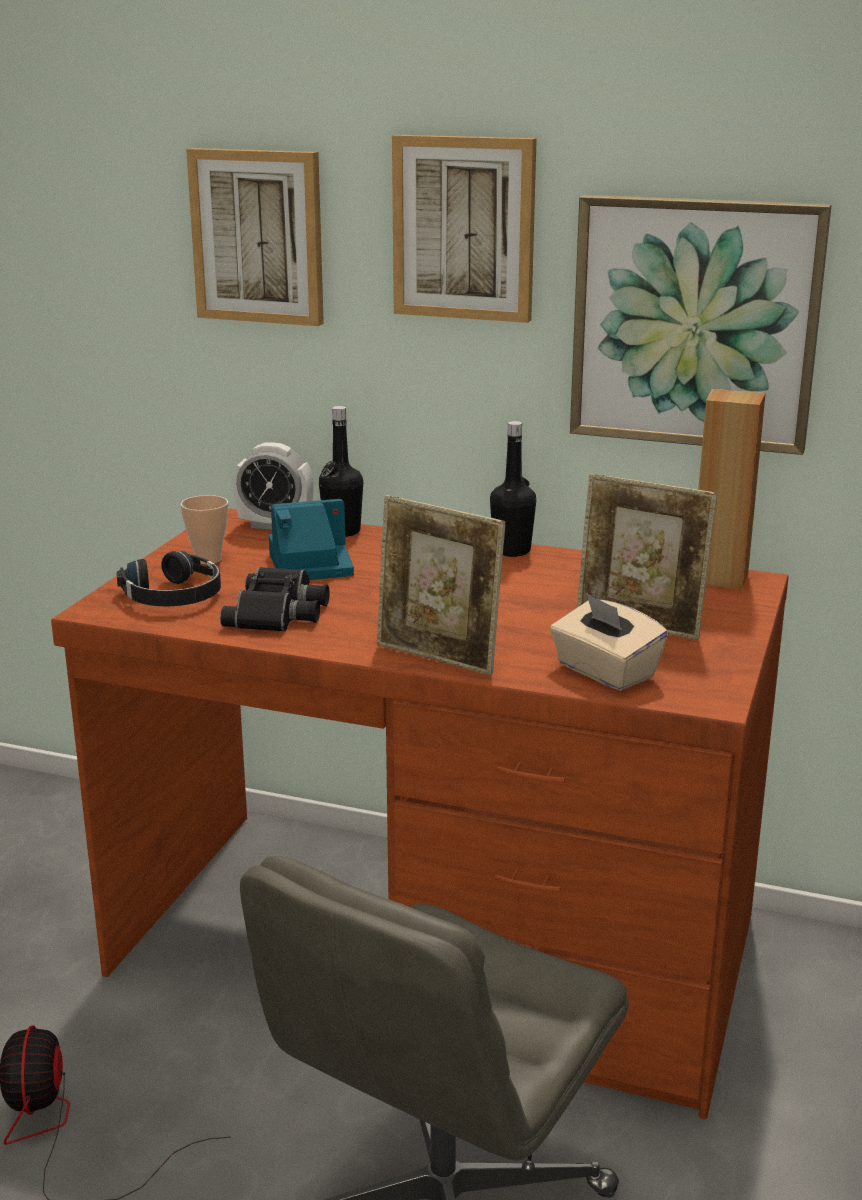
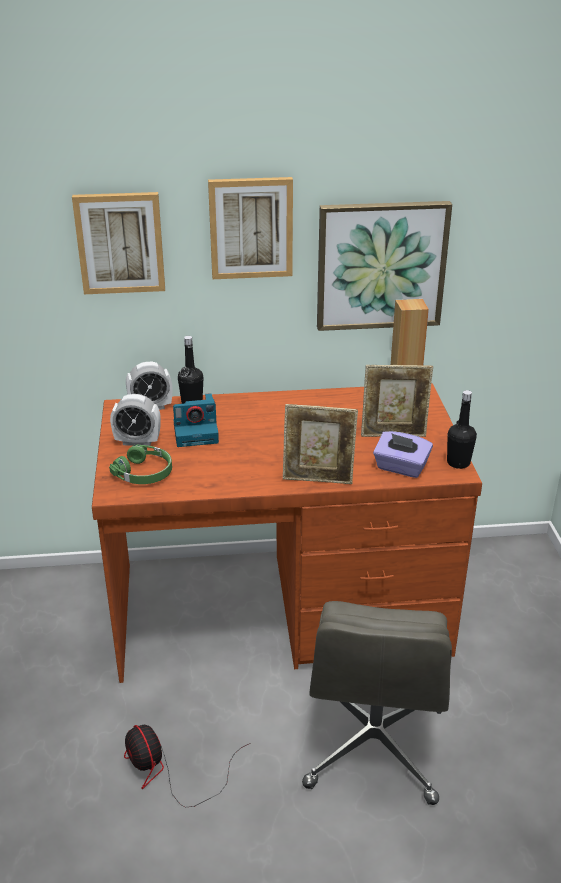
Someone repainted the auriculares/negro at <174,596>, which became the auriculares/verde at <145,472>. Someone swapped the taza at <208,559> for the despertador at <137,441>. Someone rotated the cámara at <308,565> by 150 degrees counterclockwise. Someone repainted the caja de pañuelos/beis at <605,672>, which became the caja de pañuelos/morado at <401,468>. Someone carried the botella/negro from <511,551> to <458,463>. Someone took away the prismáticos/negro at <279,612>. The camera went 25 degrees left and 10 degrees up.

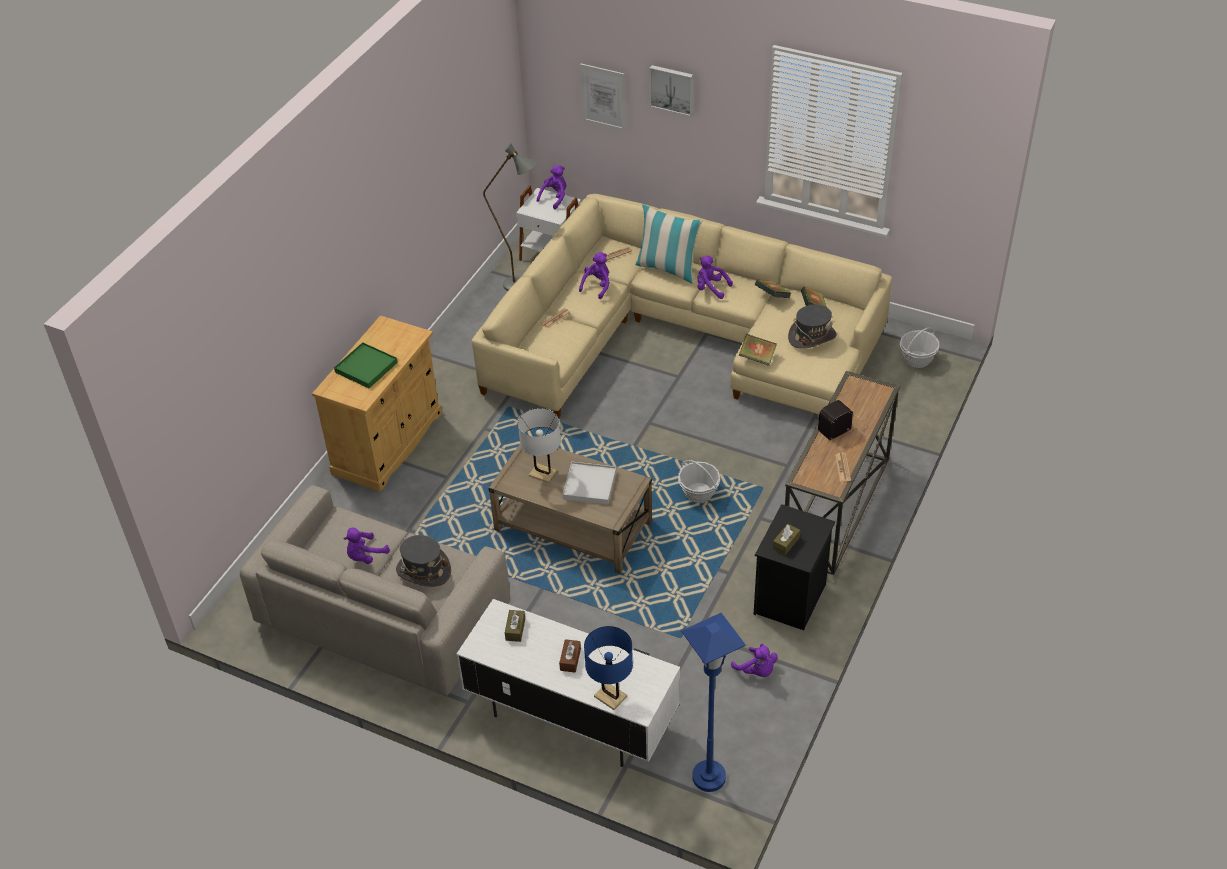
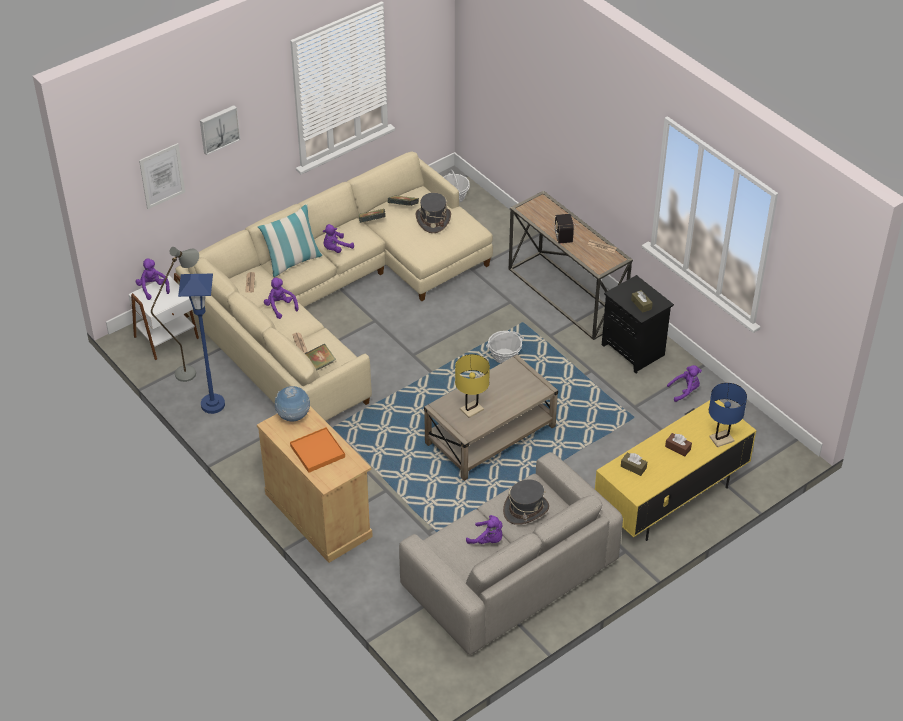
Someone carried the lámpara de pie/azul from <709,777> to <213,405>. Someone put down the globo terráqueo at <293,417>. Someone repainted the bandeja/verde at <366,367>, which became the bandeja/naranja at <317,451>. Someone carried the libro from <757,357> to <319,364>. Someone repainted the lámpara de mesa/blanco at <542,473>, which became the lámpara de mesa/amarillo at <471,409>. Someone rotated the peluche/morado at <365,556> by 45 degrees counterclockwise. Someone repainted the mueble de televisión/blanco at <570,716>, which became the mueble de televisión/amarillo at <670,499>. Someone took away the bandeja/blanco at <589,485>. The camera went 65 degrees left and 0 degrees up.

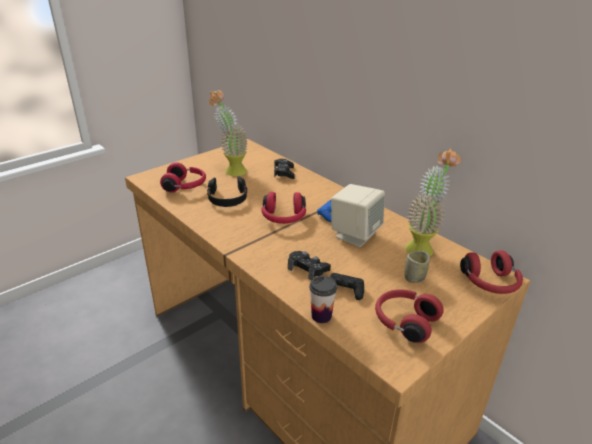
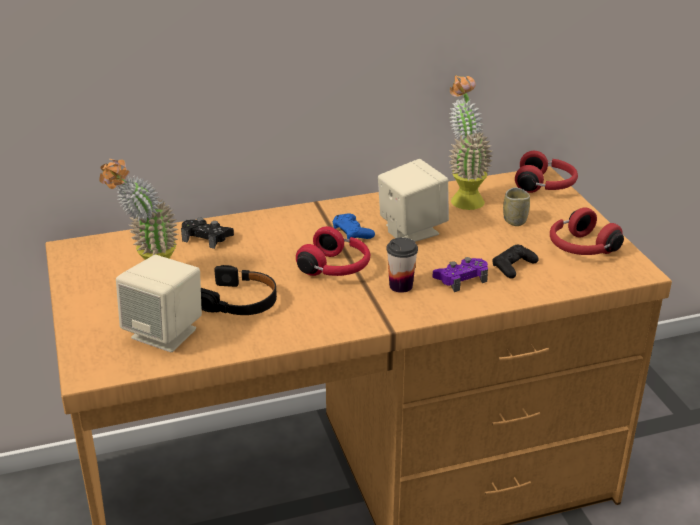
Someone swapped the auriculares/rojo at <185,186> for the altavoz/beis at <165,333>. Someone carried the taza from <321,316> to <401,286>. Someone repainted the mando de consola/negro at <308,269>, which became the mando de consola/morado at <461,279>. The camera went 65 degrees left and 0 degrees up.

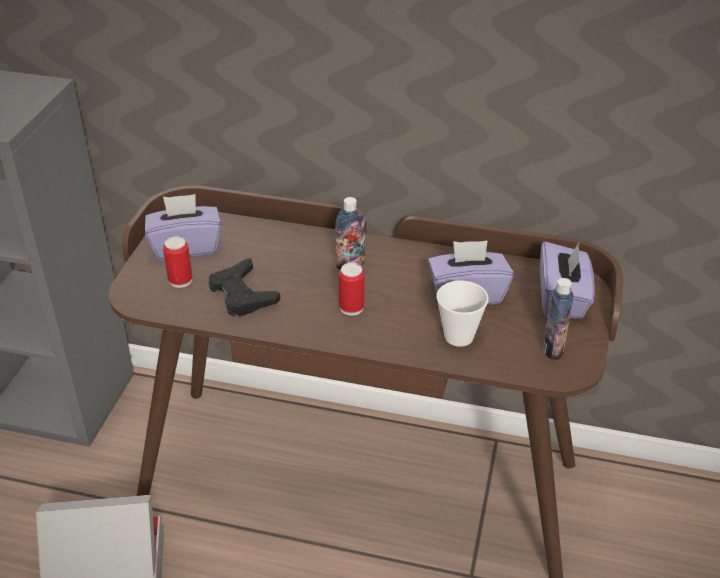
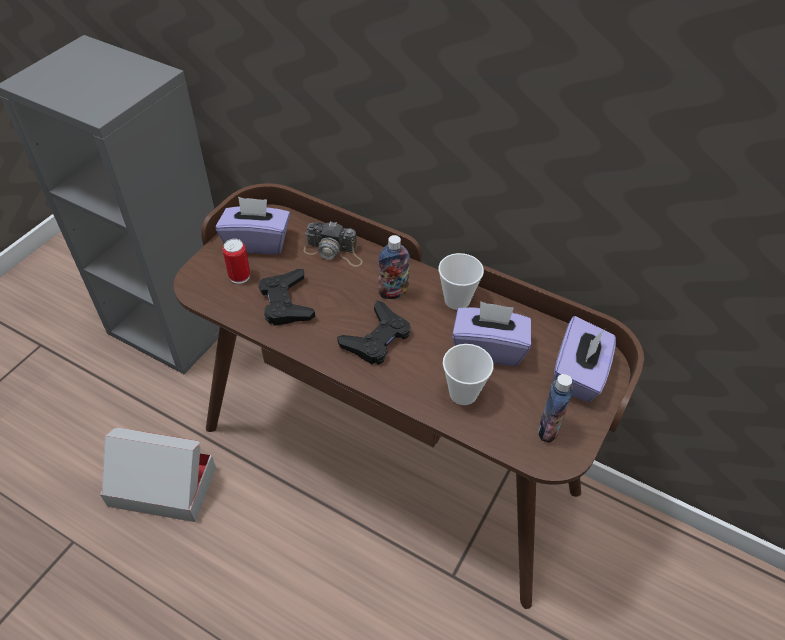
Someone put down the cámara at <334,252>. Someone swapped the lata at <351,307> for the mando de consola/negro at <376,338>. Someone put down the taza at <457,300>. The camera went 15 degrees right and 10 degrees up.

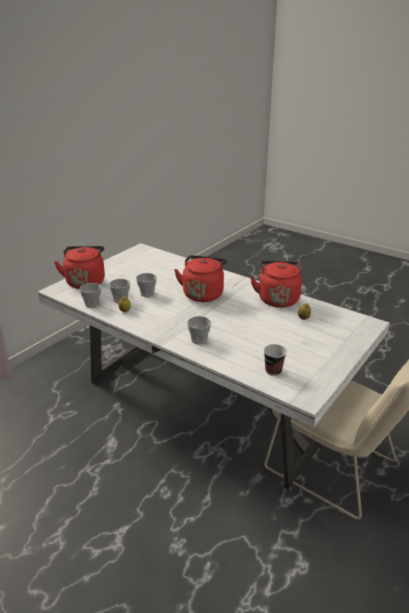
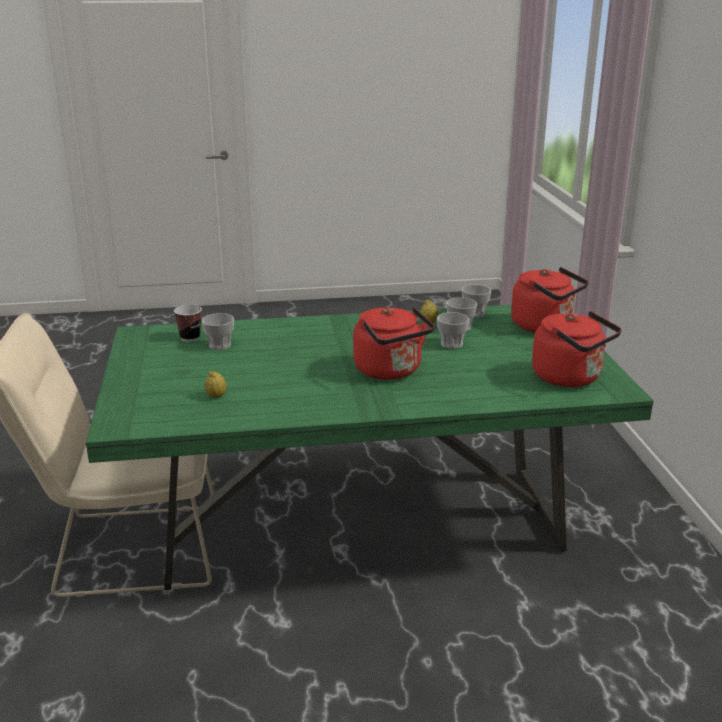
Someone repainted the mesa de comedor/blanco at <203,405>, which became the mesa de comedor/verde at <362,526>. Someone carried the taza from <199,340> to <219,345>. Someone carried the hervidor/rojo from <277,298> to <570,378>. The camera went 135 degrees right and 5 degrees down.

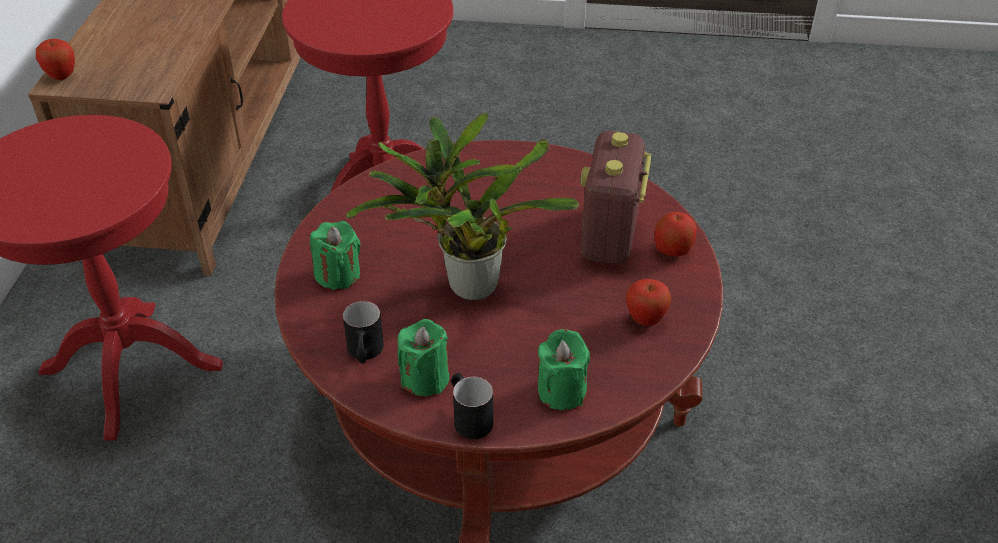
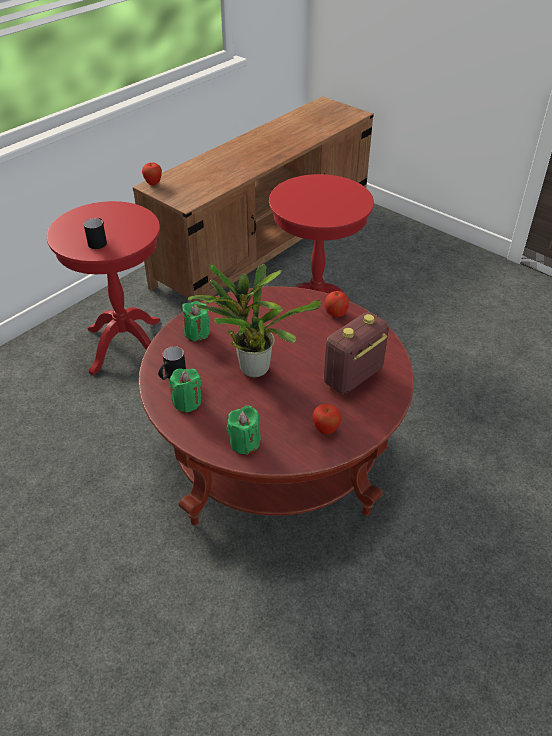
Someone carried the taza grande/negro from <469,416> to <99,241>. Someone carried the manzana from <672,250> to <336,313>. The camera went 35 degrees right and 0 degrees up.

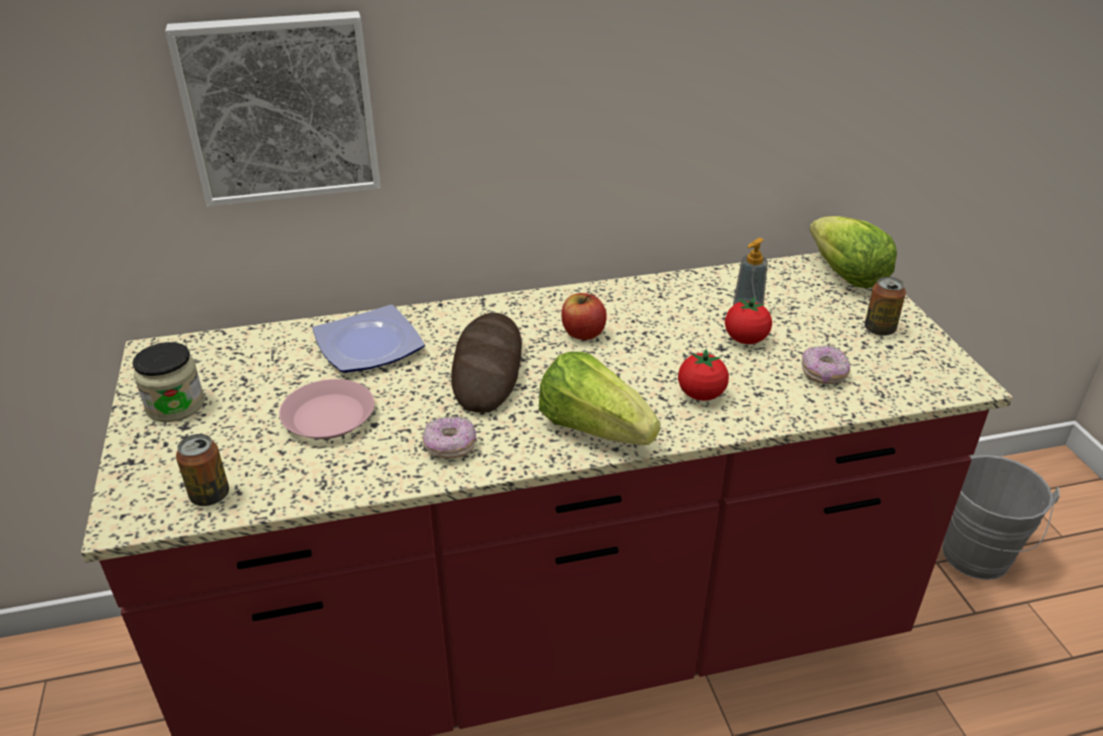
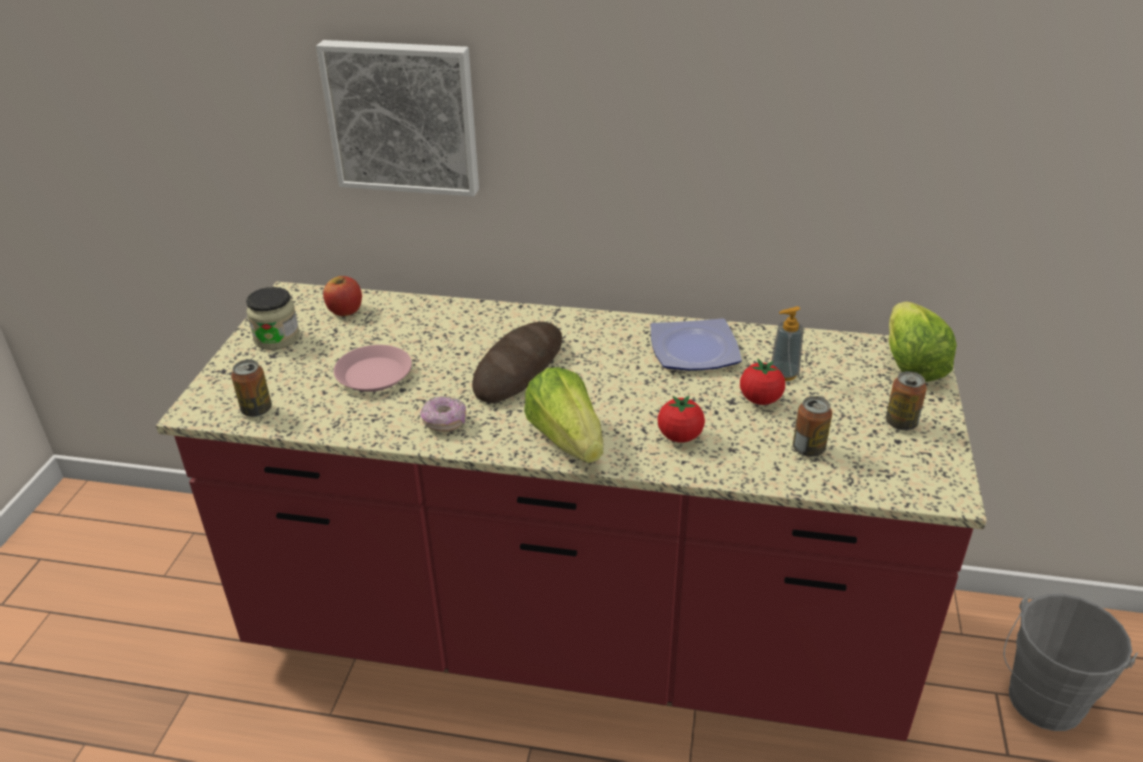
Someone carried the manzana from <583,333> to <345,310>. Someone carried the plato from <367,345> to <692,349>. Someone swapped the rosquilla at <823,374> for the lata at <808,449>. The camera went 25 degrees right and 0 degrees up.

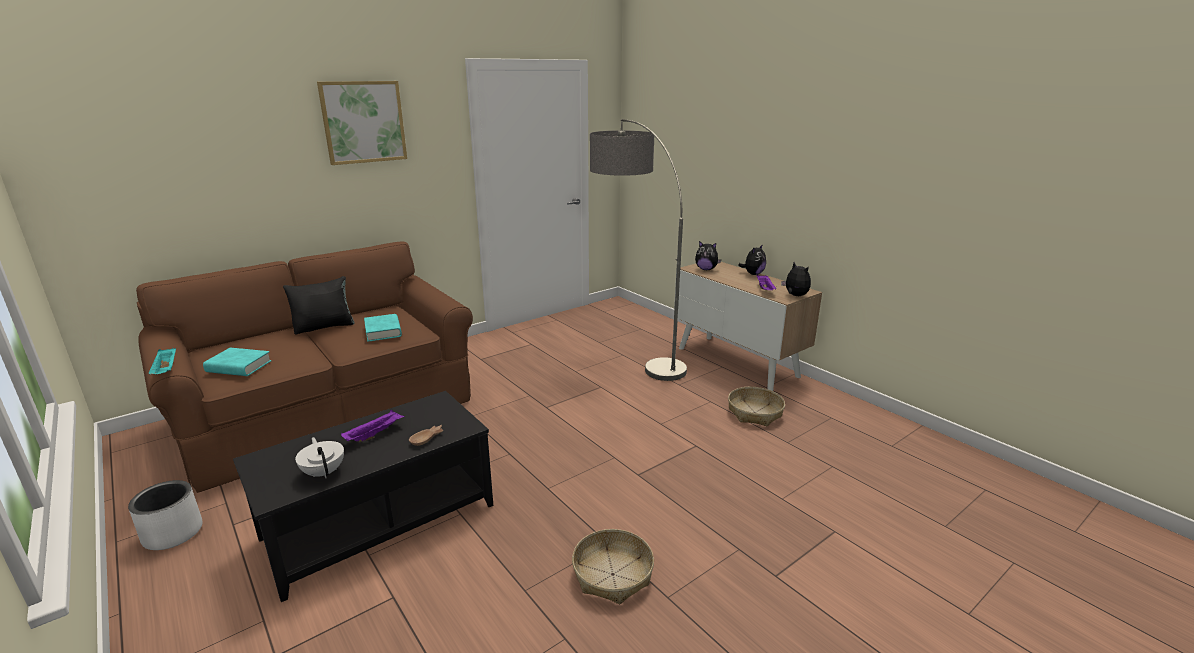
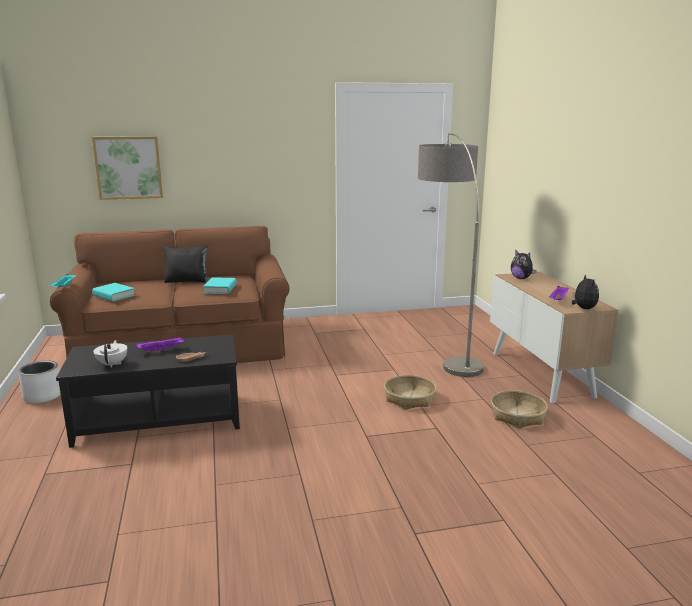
Someone carried the cuadro from <363,122> to <128,167>. Someone carried the cesta from <613,574> to <409,399>. Someone took away the peluche at <753,274>. The camera went 25 degrees right and 5 degrees down.

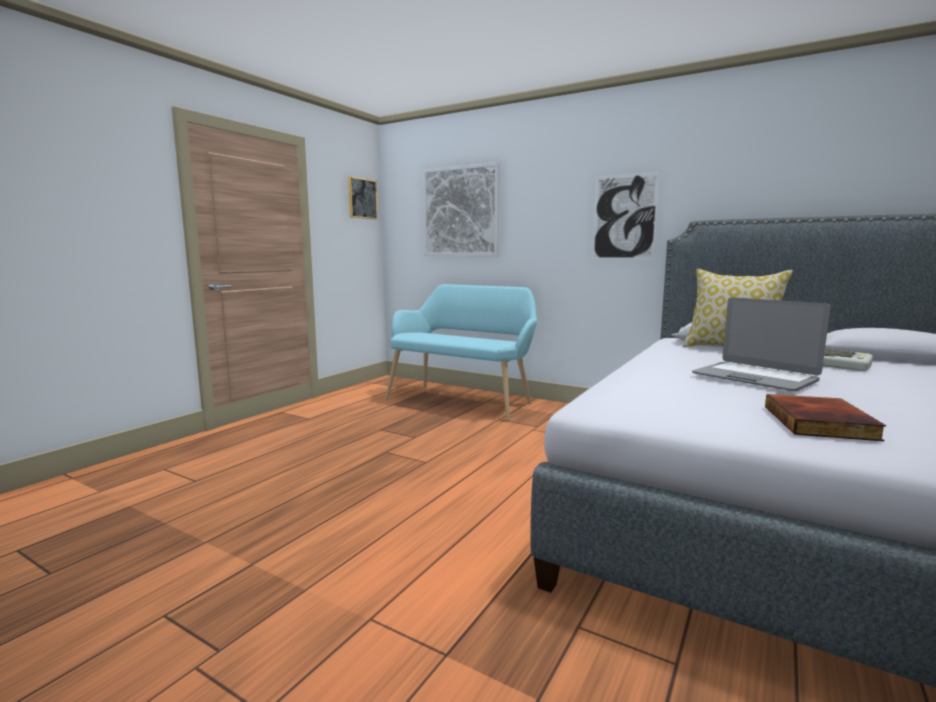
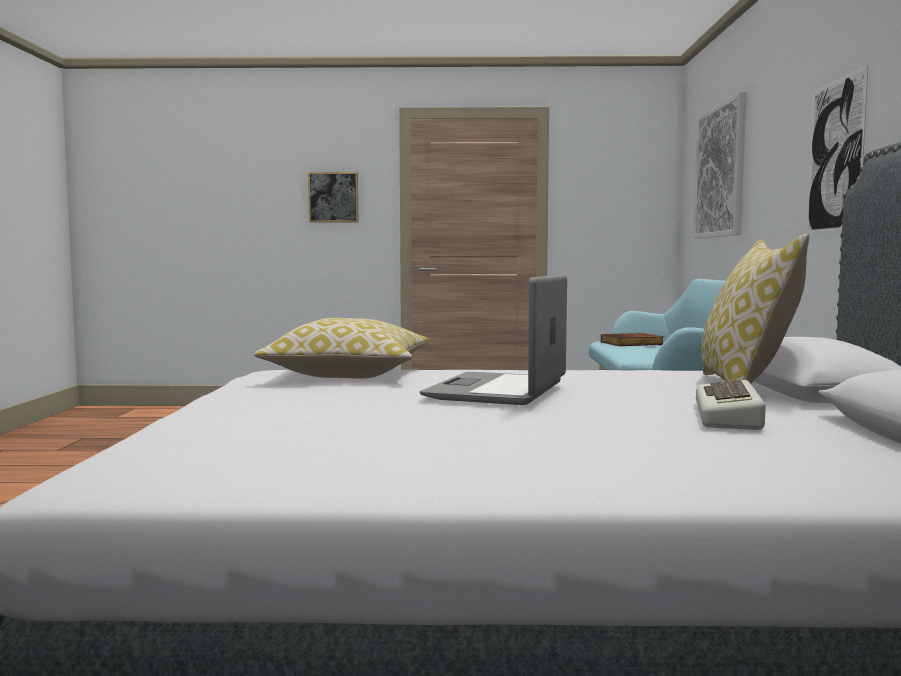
Someone put down the cojín at <349,374>. Someone carried the cuadro from <362,198> to <333,197>. Someone carried the libro from <821,423> to <632,343>. The camera went 60 degrees right and 5 degrees down.

